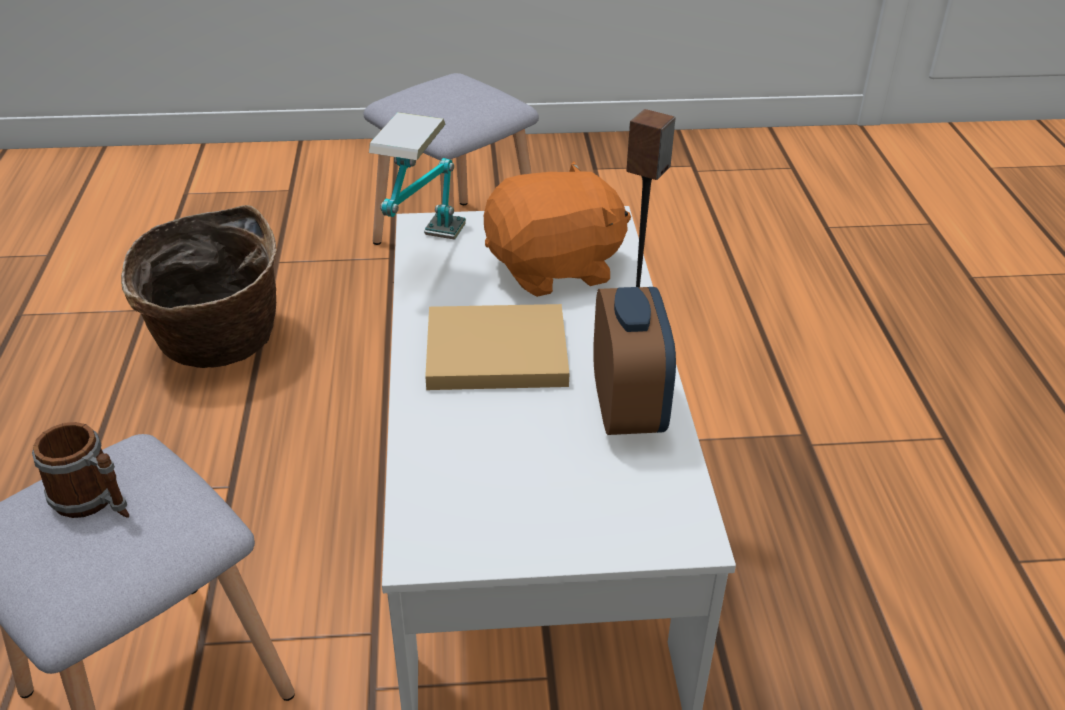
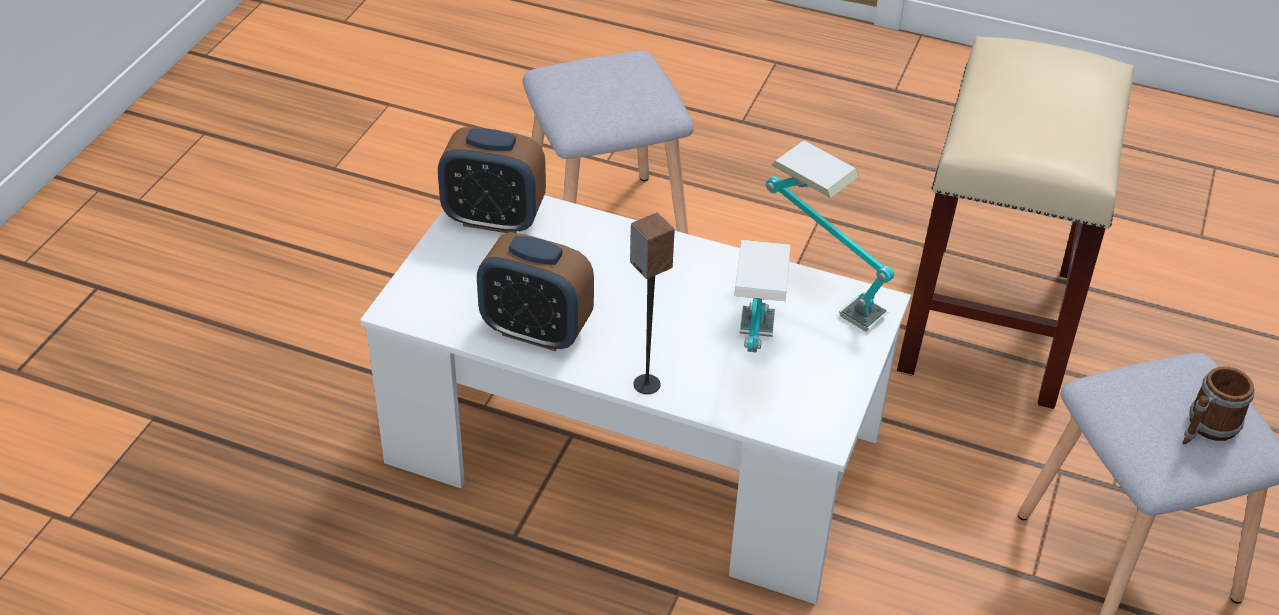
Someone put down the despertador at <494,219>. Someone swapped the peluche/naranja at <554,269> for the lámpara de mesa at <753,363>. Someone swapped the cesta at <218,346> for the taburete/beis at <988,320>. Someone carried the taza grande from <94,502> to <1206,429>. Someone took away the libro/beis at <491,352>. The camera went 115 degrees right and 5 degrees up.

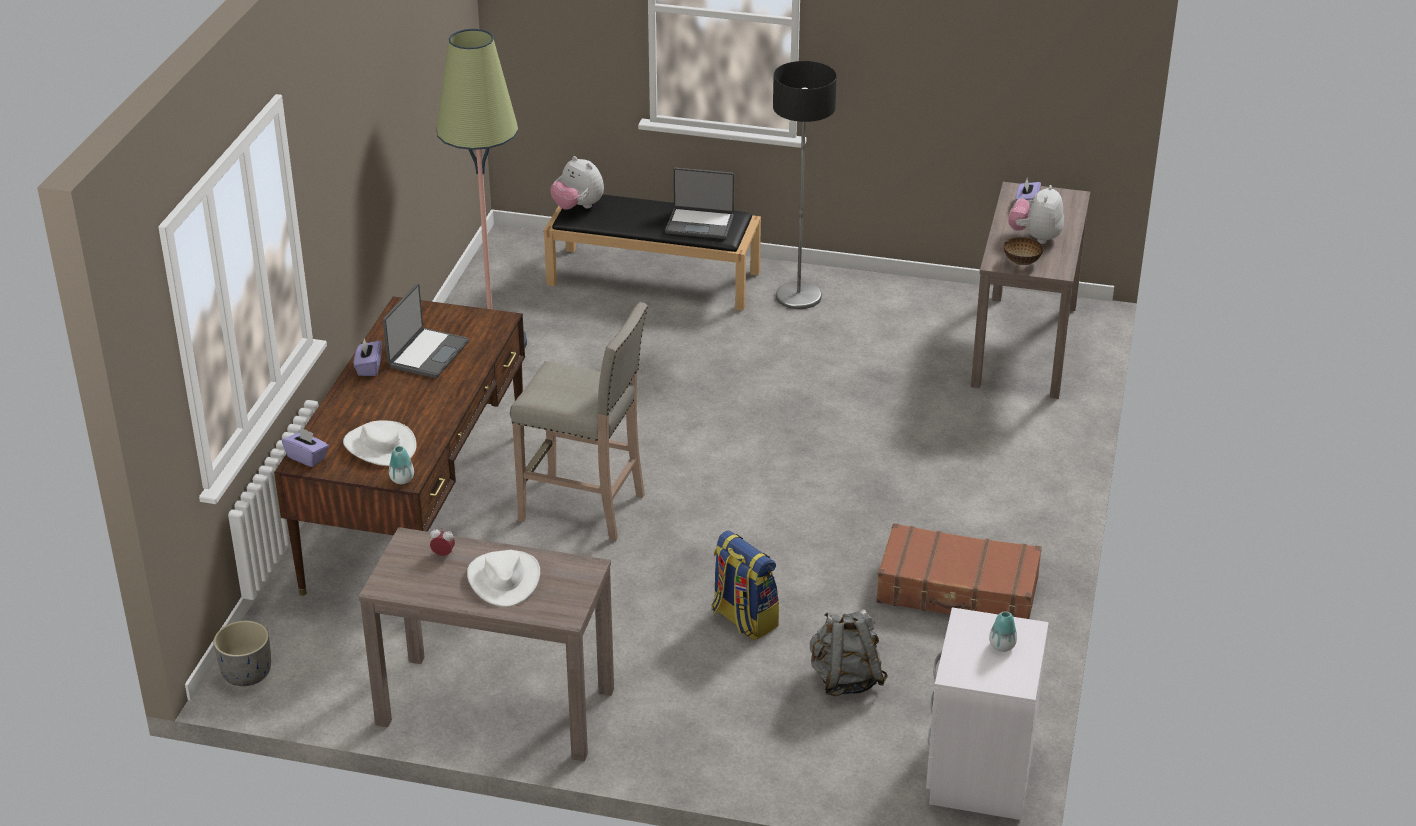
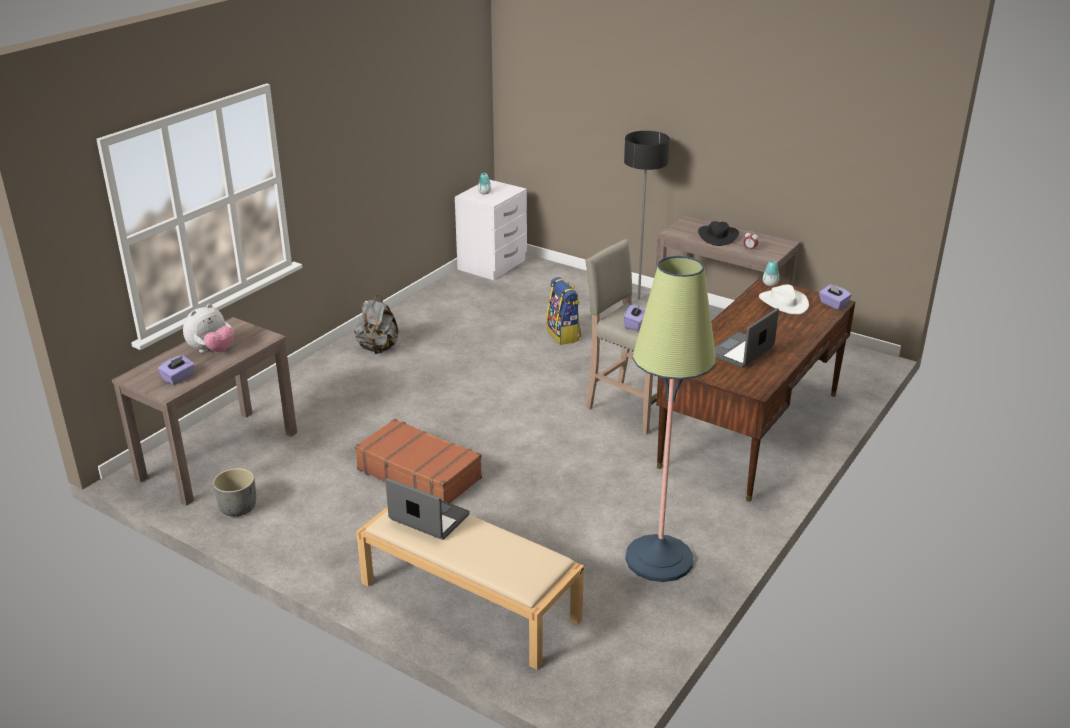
Someone carried the maceta/gris from <247,674> to <238,508>. Someone carried the mochila/gris from <845,679> to <378,348>. Someone carried the maleta/marrón from <958,591> to <419,473>. Someone repainted the banco/negro at <655,278>, which became the banco/beis at <468,601>. Someone carried the lámpara de pie from <798,297> to <639,302>. Someone carried the caja de pañuelos/morado from <369,367> to <635,325>. Someone repainted the sombrero/blanco at <503,579>, which became the sombrero/negro at <718,236>. Someone took away the peluche at <578,207>. Someone took away the cuenco at <1022,262>. The camera went 160 degrees left and 5 degrees down.

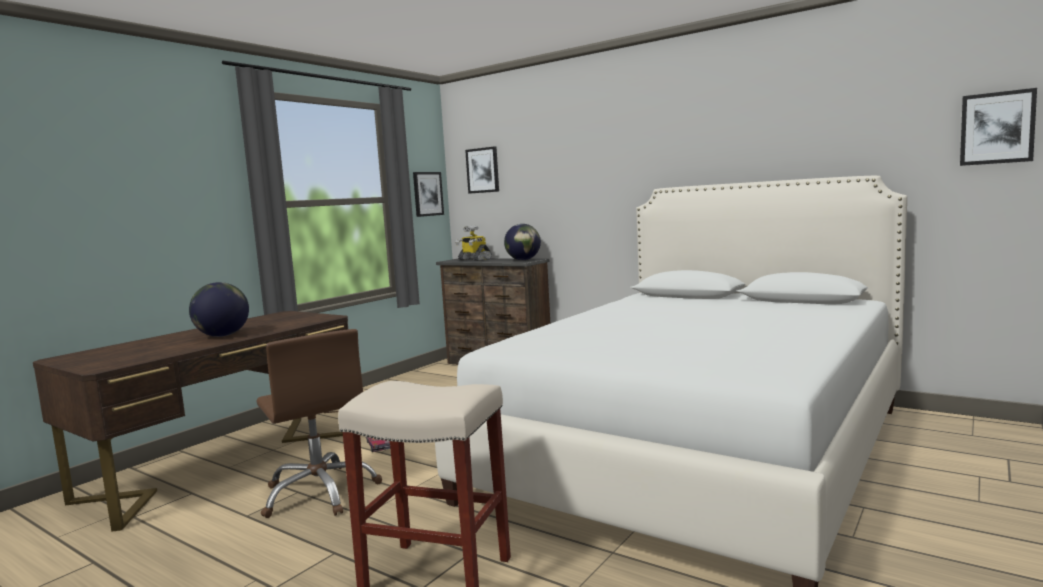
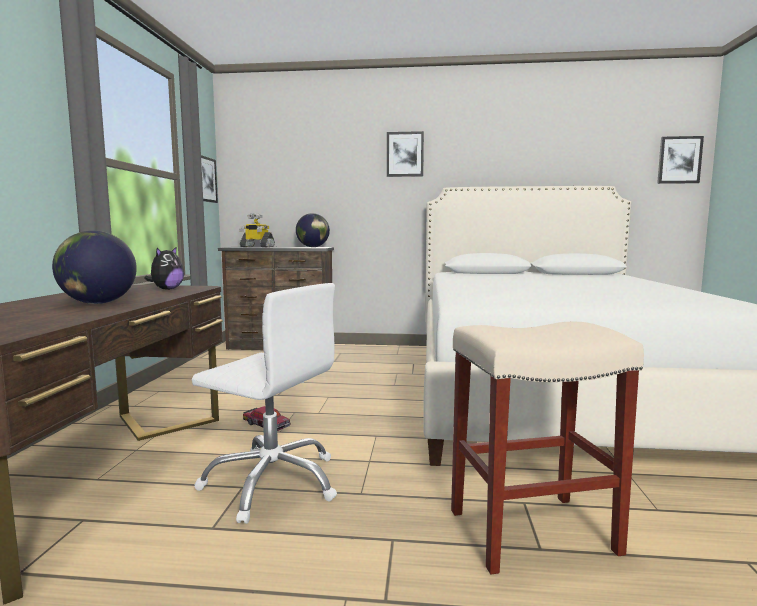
Someone put down the peluche at <167,289>. Someone repainted the silla de oficina/marrón at <320,492>, which became the silla de oficina/blanco at <273,482>. Someone carried the cuadro from <483,170> to <405,154>. The camera went 30 degrees left and 0 degrees up.

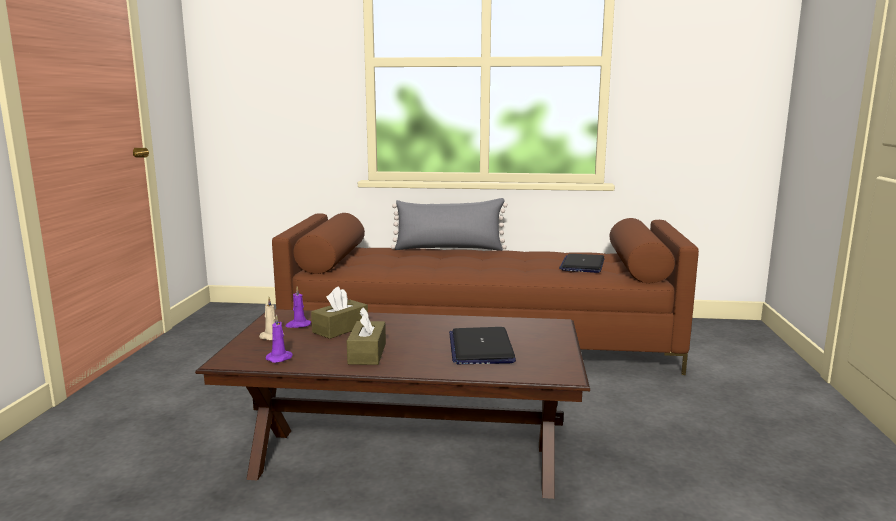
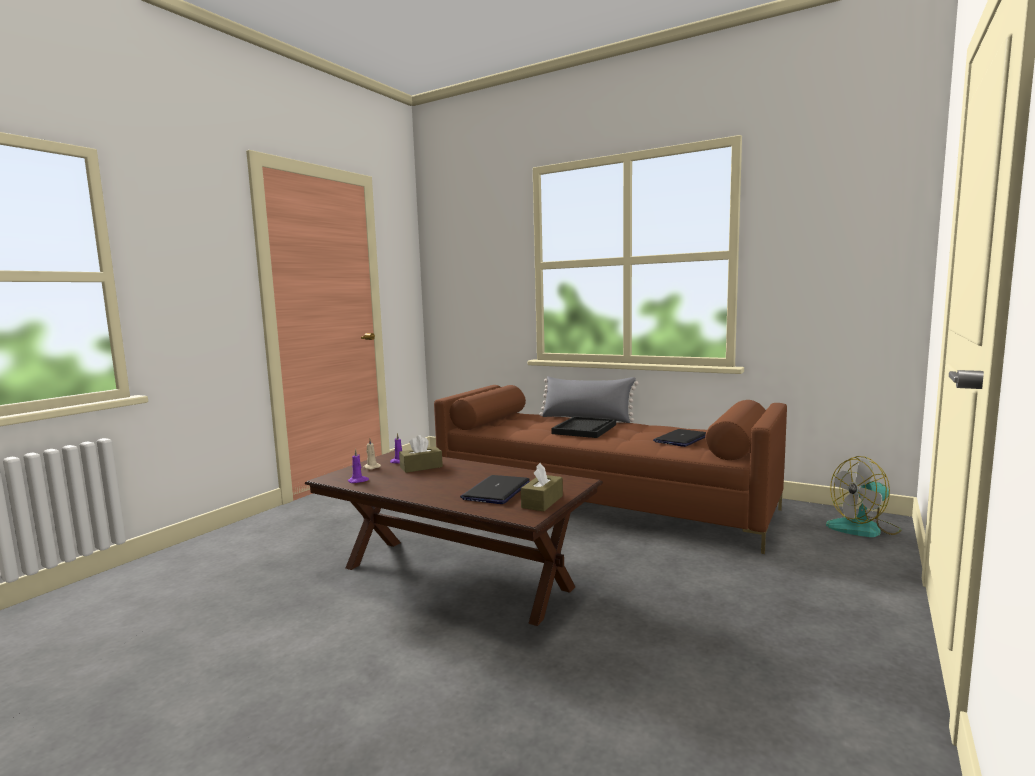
Someone carried the caja de pañuelos/marrón from <367,353> to <542,502>. Someone put down the bandeja/negro at <584,429>. Someone put down the ventilador at <864,528>. The camera went 25 degrees right and 5 degrees down.

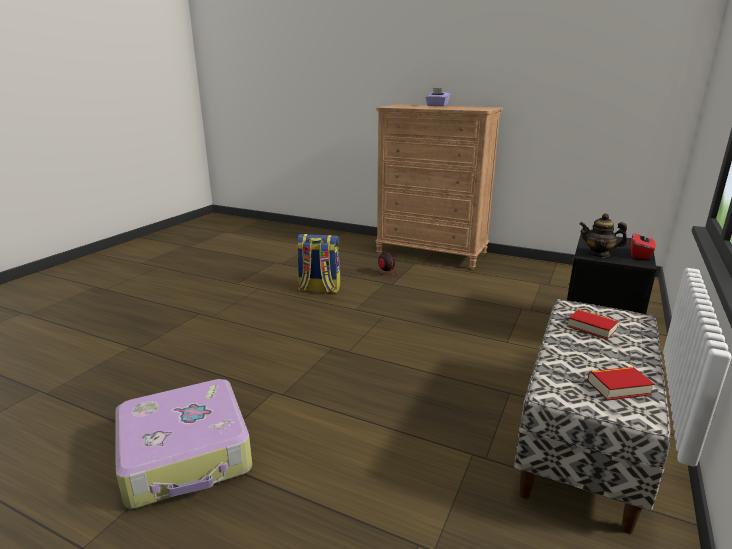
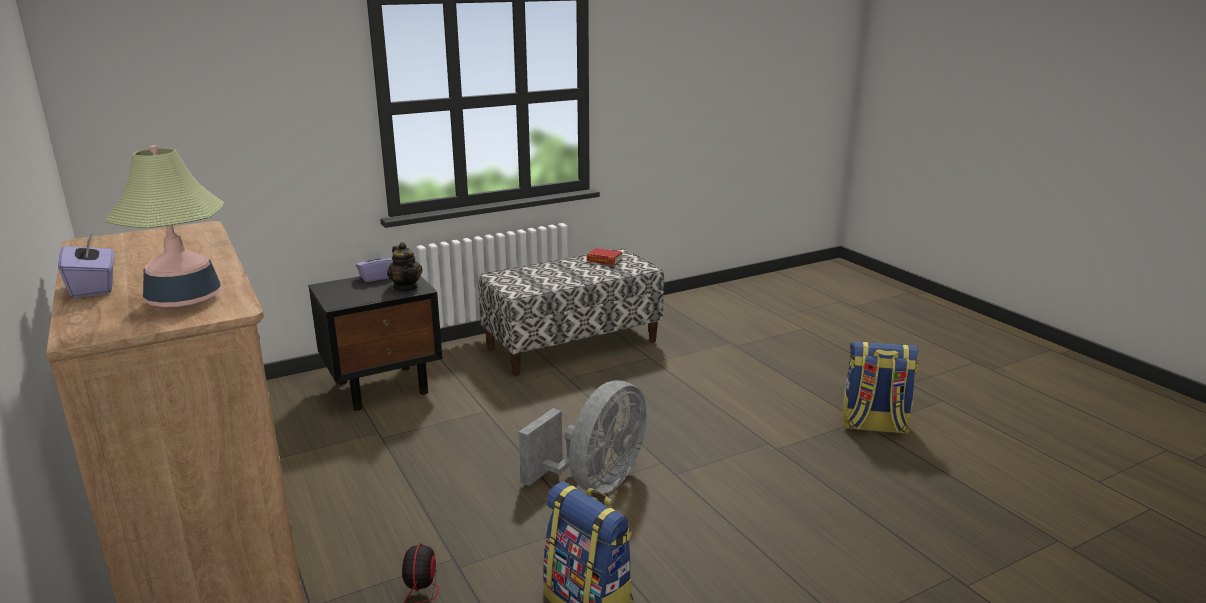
Someone put down the lámpara de mesa at <184,300>. Someone repainted the caja de pañuelos/rojo at <640,255>, which became the caja de pañuelos/morado at <377,277>. Someone put down the ventilador/gris at <594,482>. Someone swapped the maleta at <186,455> for the mochila at <873,426>. Someone took away the libro at <591,328>. The camera went 145 degrees left and 0 degrees up.

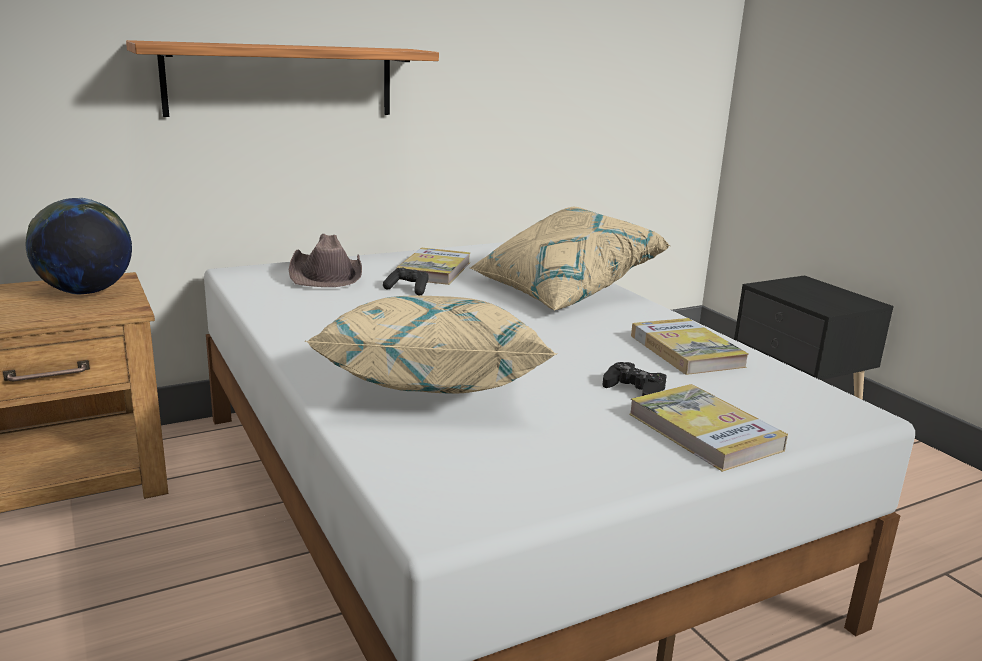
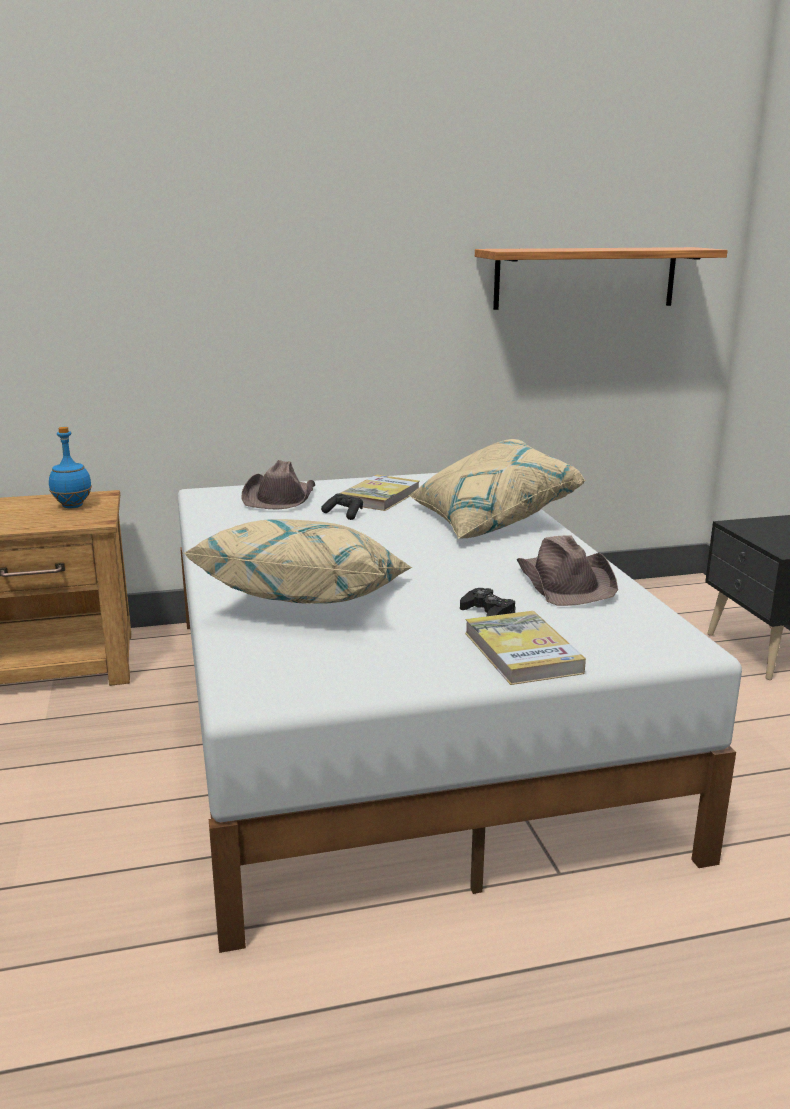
Someone swapped the globo terráqueo at <86,292> for the botella/azul at <72,506>. Someone carried the estante from <281,80> to <585,278>. Someone swapped the libro at <686,351> for the sombrero/marrón at <566,582>. The camera went 15 degrees right and 0 degrees up.

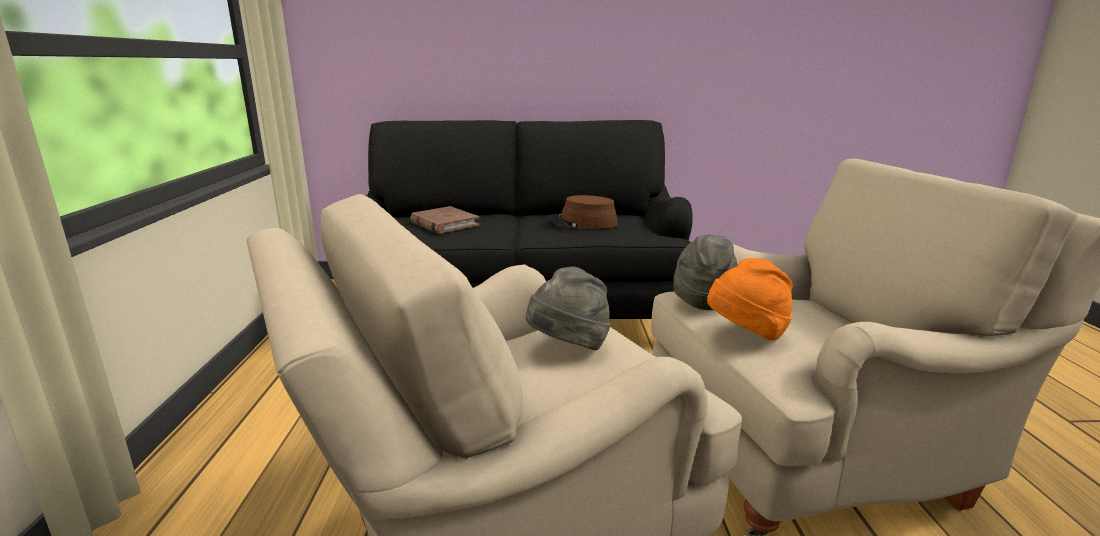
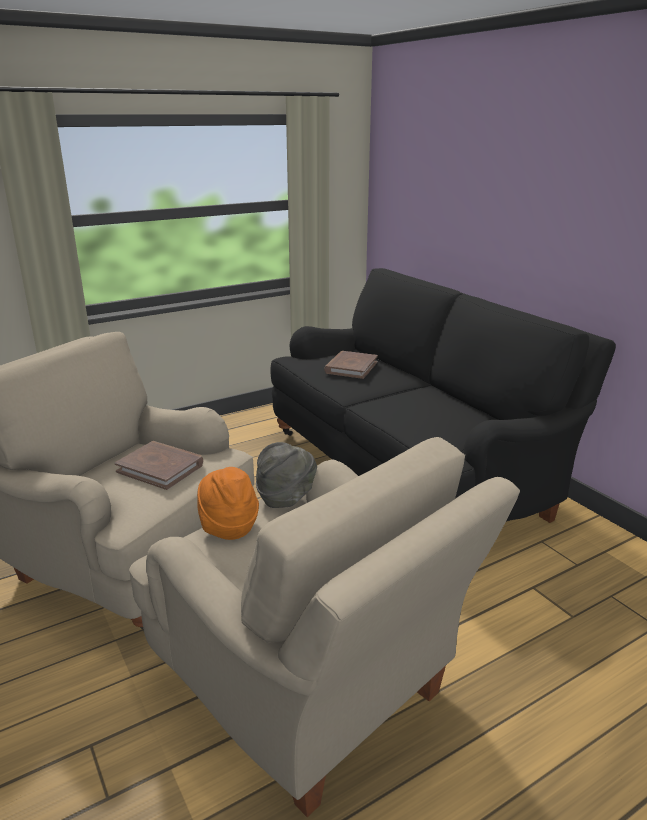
Someone swapped the sombrero/gris at <568,348> for the libro/marrón at <160,468>. Someone took away the sombrero/marrón at <582,223>. The camera went 60 degrees right and 5 degrees up.

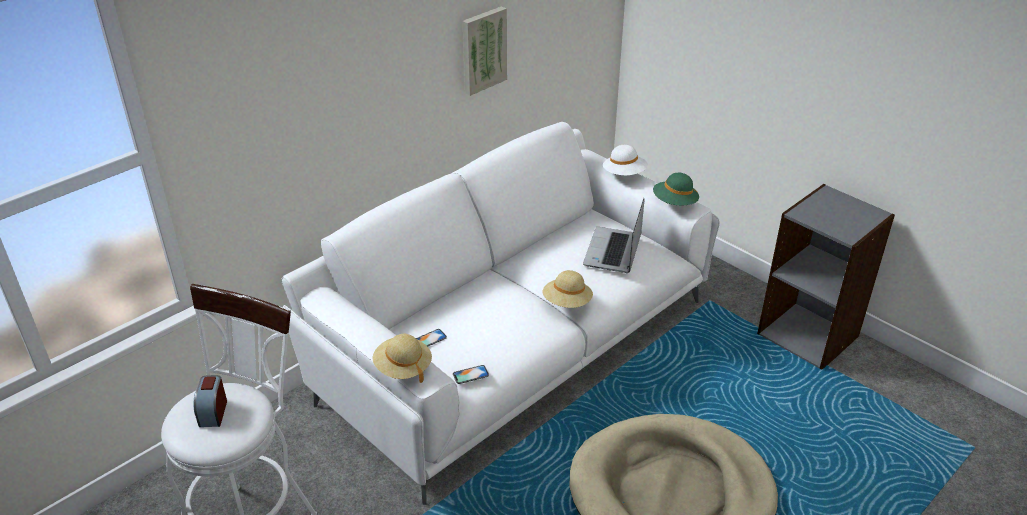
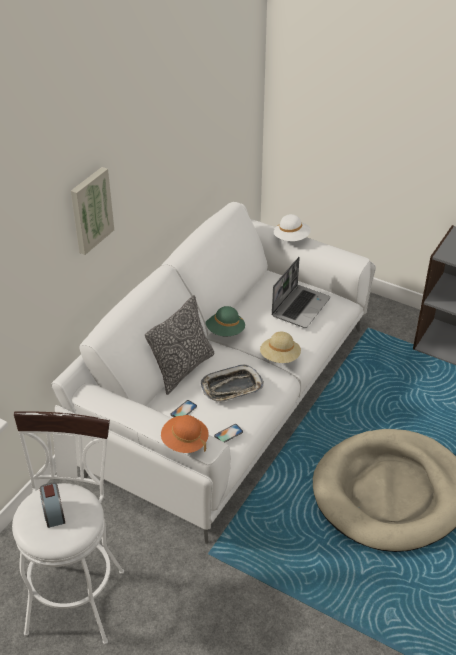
Someone carried the cuadro from <483,50> to <90,210>. Someone put down the cojín at <182,369>. Someone repainted the sombrero/beis at <403,368>, which became the sombrero/naranja at <185,442>. Someone put down the bandeja at <231,388>. Someone carried the sombrero/verde from <674,203> to <225,331>. Someone rotated the portátil at <613,252> by 150 degrees counterclockwise. The camera went 15 degrees left and 5 degrees up.

